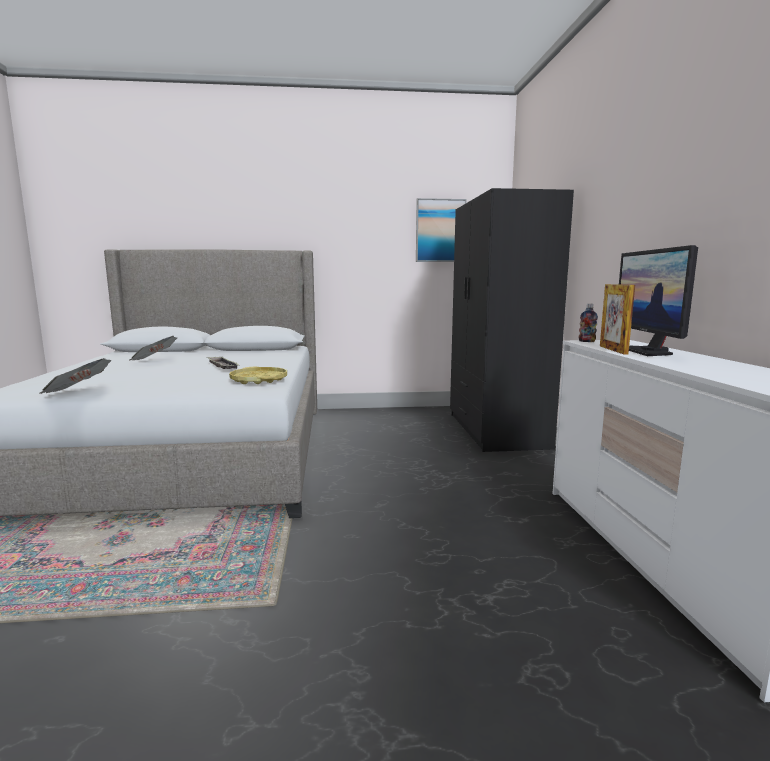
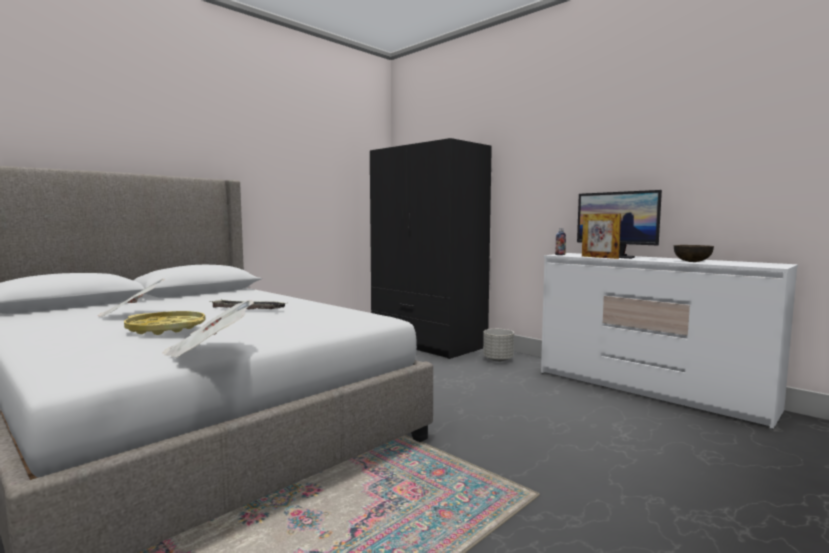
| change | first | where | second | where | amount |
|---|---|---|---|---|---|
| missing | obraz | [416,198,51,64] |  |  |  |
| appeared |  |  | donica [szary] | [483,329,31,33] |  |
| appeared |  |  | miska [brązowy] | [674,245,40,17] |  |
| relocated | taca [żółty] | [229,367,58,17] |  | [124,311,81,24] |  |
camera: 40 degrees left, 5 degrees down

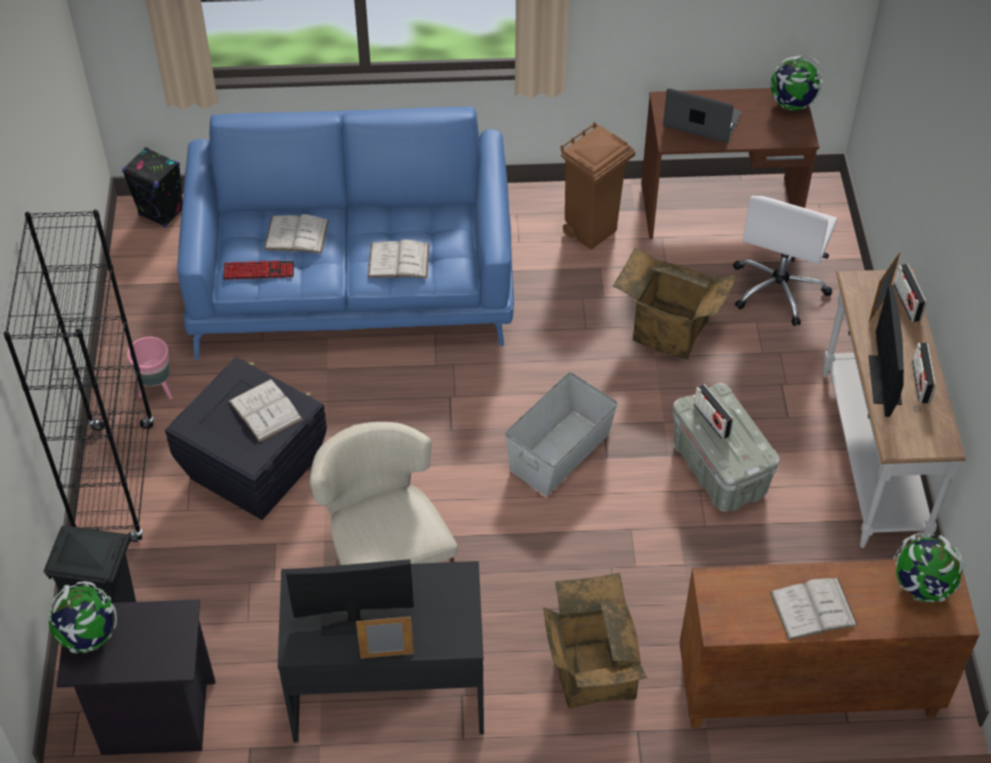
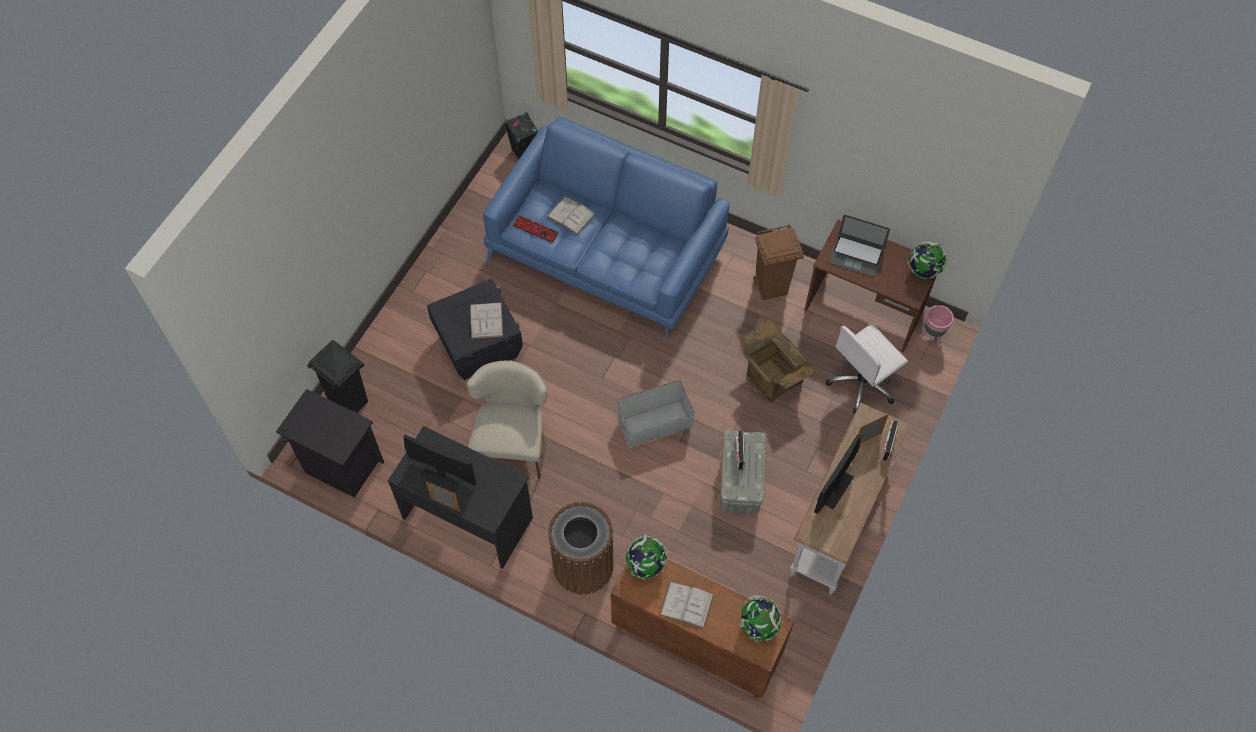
| change | first | where | second | where | amount |
|---|---|---|---|---|---|
| missing | regał [czarny] | [3,210,151,332] |  |  |  |
| missing | książka [biały] | [368,239,61,39] |  |  |  |
| missing | radio | [912,342,24,61] |  |  |  |
| relocated | globus | [49,581,68,72] |  | [626,534,41,45] |  |
| relocated | donica [różowy] | [127,337,46,62] |  | [919,305,35,42] |  |
| exchanged | karton | [544,573,103,135] | kosz na śmieci [brązowy] | [548,502,66,92] |  |
| spun | laptop | [663,88,78,55] |  | [829,215,61,62] | 150 degrees clockwise |
camera: 30 degrees right, 10 degrees up

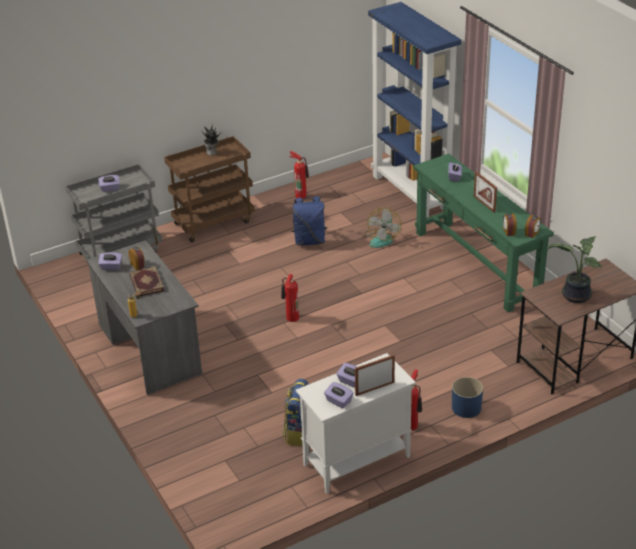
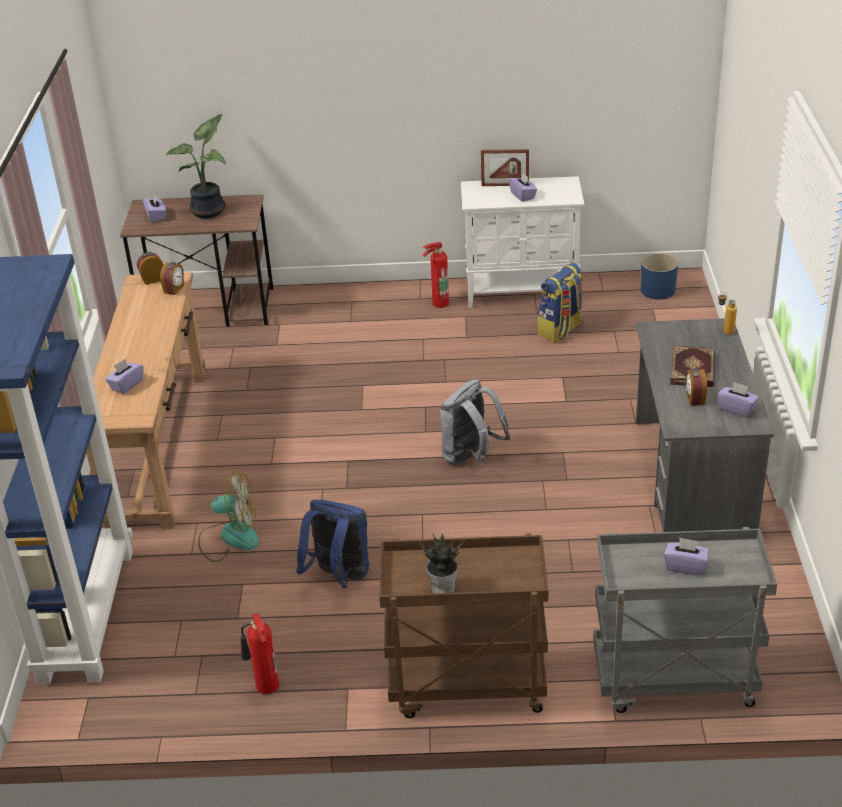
| change | first | where | second | where | amount |
|---|---|---|---|---|---|
| missing | ramka na zdjęcie | [474,172,23,41] |  |  |  |
| relocated | pudełko chusteczek [fioletowy] | [324,382,29,26] |  | [143,195,23,27] |  |
| relocated | donica [niebieski] | [452,377,31,41] |  | [640,253,38,46] |  |
| exchanged | gaśnica | [281,274,18,48] | plecak [szary] | [440,379,71,86] |  |
| colour | stolik konsolowy [zielony] | [413,154,141,159] | stolik konsolowy [brązowy] | [86,272,120,257] |  |
| spun | wentylator | [365,208,37,40] |  | [198,471,61,91] | 45 degrees clockwise |
camera: 150 degrees left, 0 degrees up

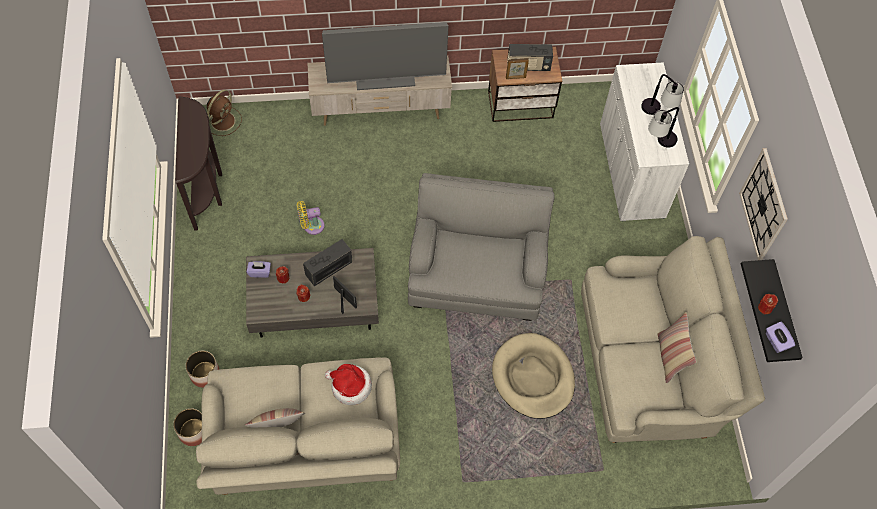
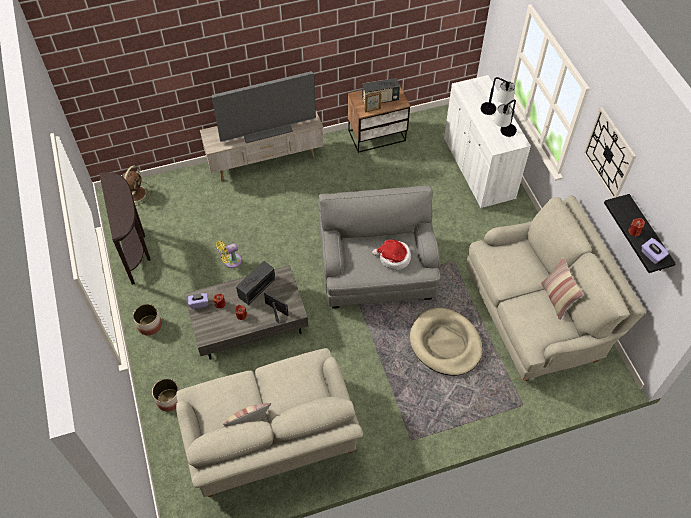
| change | first | where | second | where | amount |
|---|---|---|---|---|---|
| relocated | donica | [173,408,29,38] |  | [133,304,29,31] |  |
| relocated | kapelusz | [325,364,47,41] |  | [372,239,39,31] |  |
camera: 10 degrees left, 5 degrees down

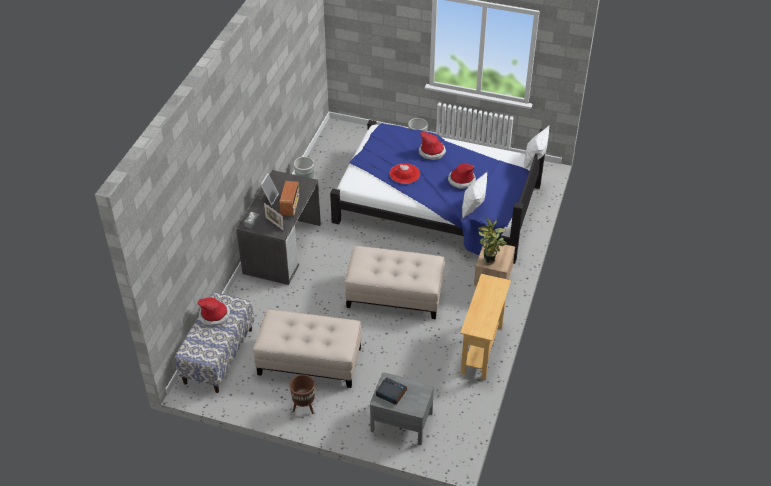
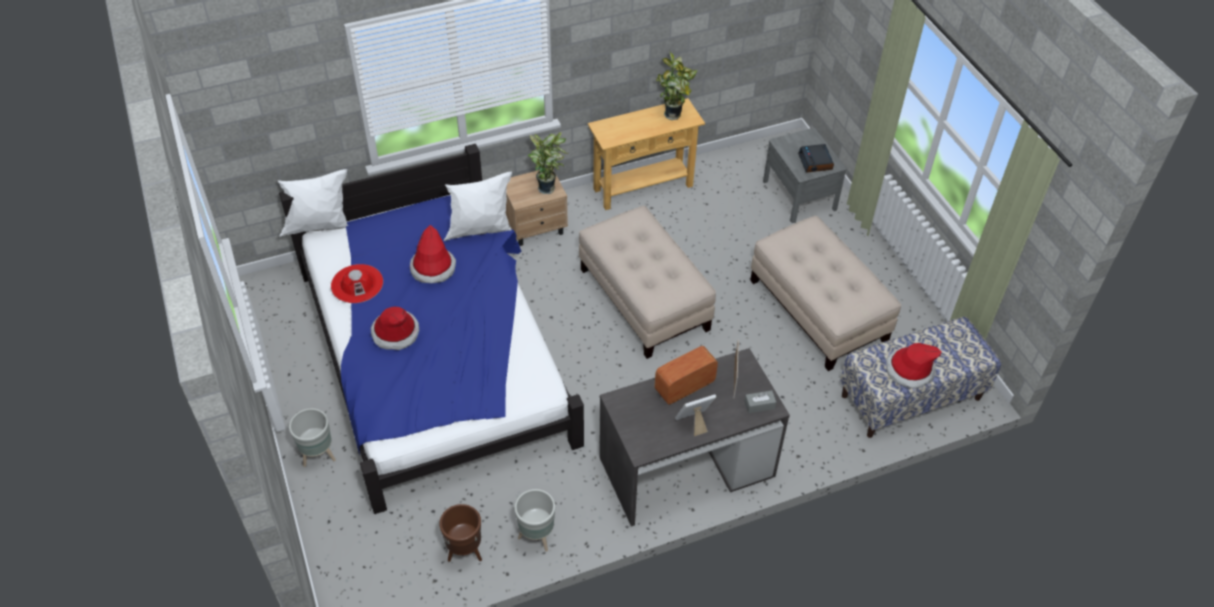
| change | first | where | second | where | amount |
|---|---|---|---|---|---|
| appeared |  |  | roślina doniczkowa | [656,52,41,68] |  |
| relocated | donica [brązowy] | [289,375,26,39] |  | [439,504,43,58] |  |
| relocated | kapelusz [czerwony] | [390,164,30,20] |  | [331,264,52,39] |  |
camera: 130 degrees left, 5 degrees up

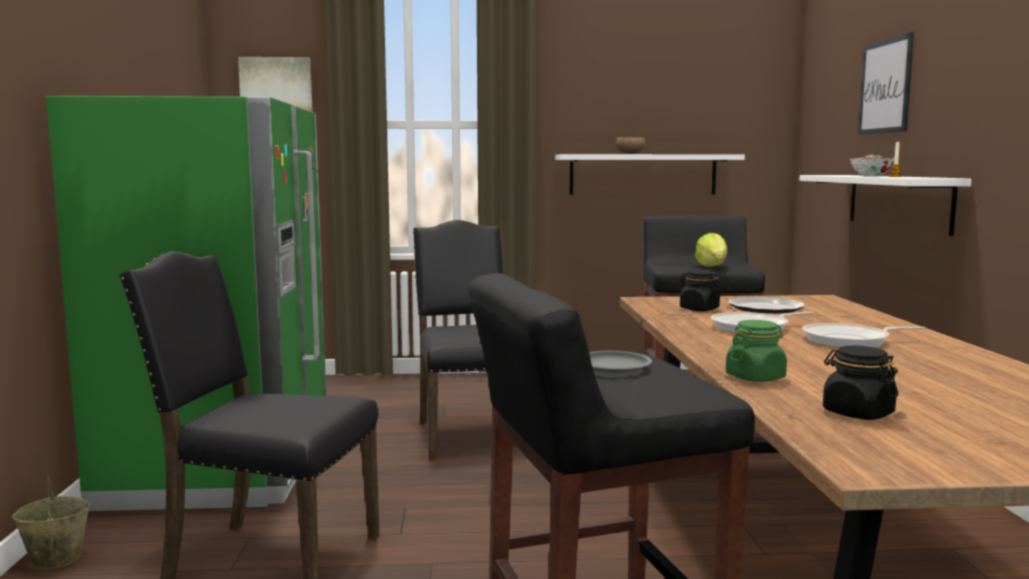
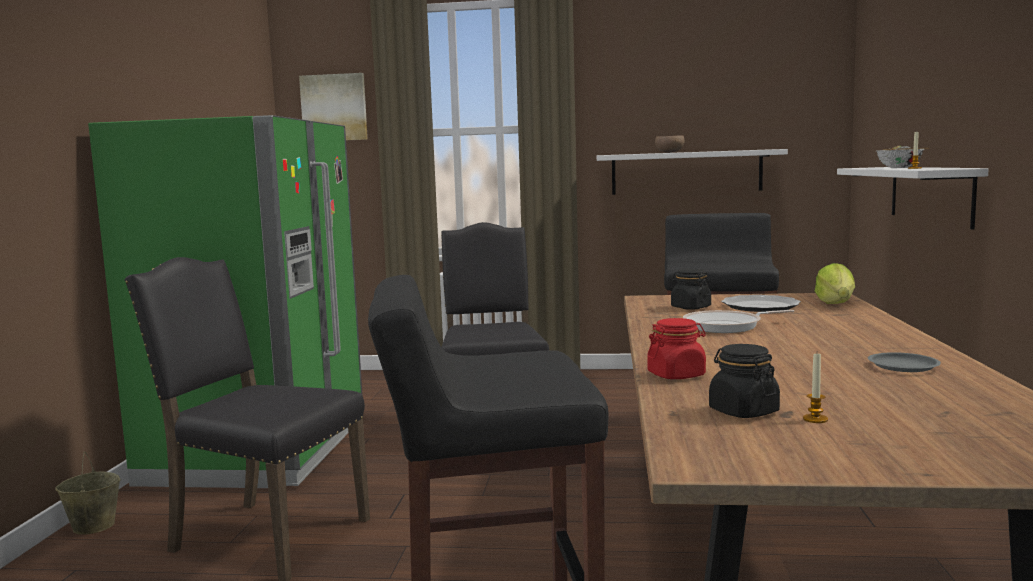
| change | first | where | second | where | amount |
|---|---|---|---|---|---|
| missing | patelnia | [802,323,124,25] |  |  |  |
| missing | obraz | [858,32,56,103] |  |  |  |
| appeared |  |  | świeca | [803,354,25,69] |  |
| relocated | talerz [szary] | [589,351,63,22] |  | [868,352,73,20] |  |
| relocated | sałata | [695,233,33,34] |  | [815,263,40,41] |  |
| colour | słoik [zielony] | [726,320,61,62] | słoik [czerwony] | [647,318,59,61] |  |
camera: 10 degrees right, 0 degrees up

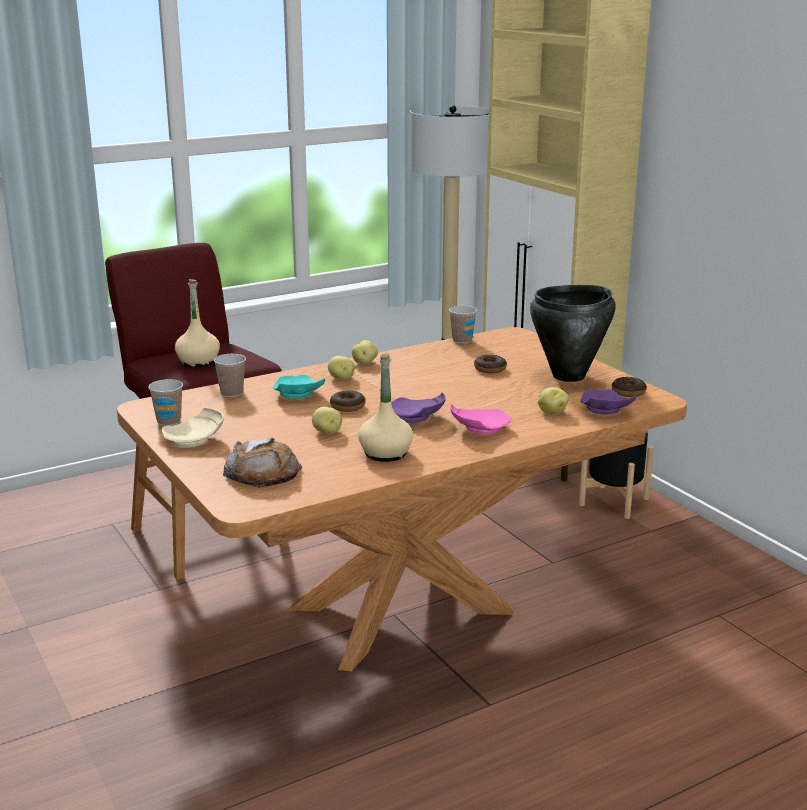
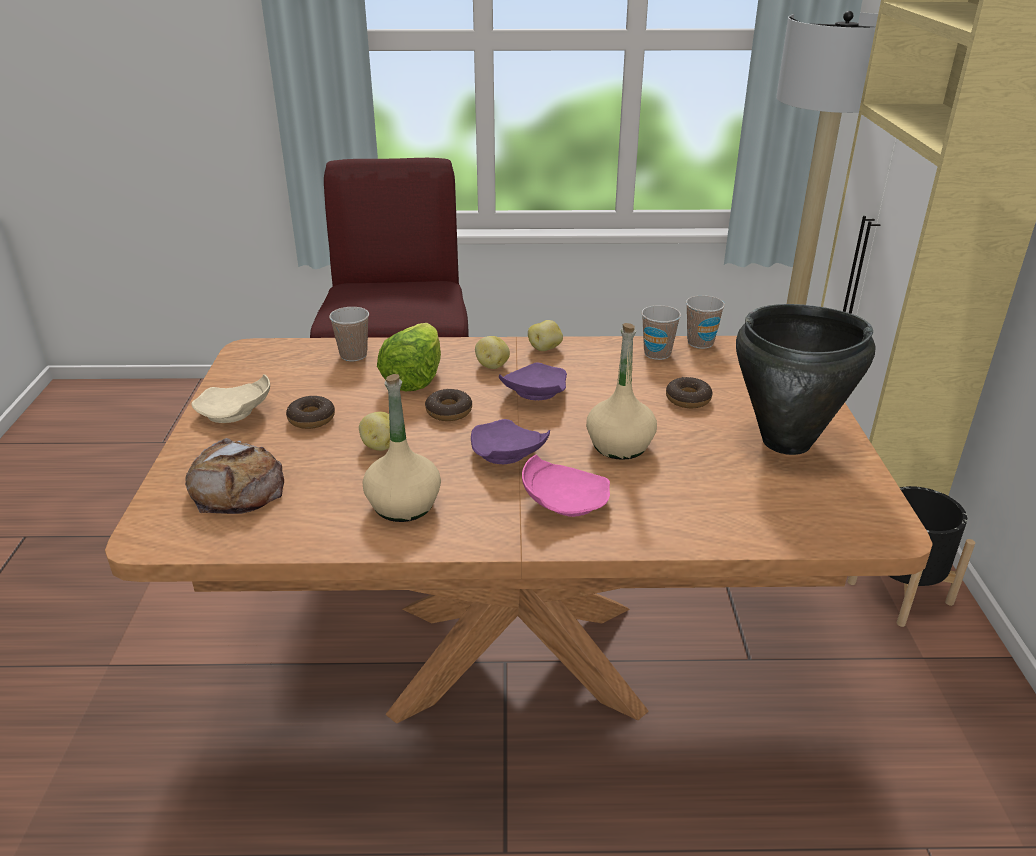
| change | first | where | second | where | amount |
|---|---|---|---|---|---|
| missing | ziemniak | [538,387,31,26] |  |  |  |
| relocated | filiżanka | [148,379,35,47] |  | [641,305,40,55] |  |
| relocated | butelka [beżowy] | [175,279,45,88] |  | [586,323,71,137] |  |
| relocated | talerz [fioletowy] | [581,389,56,25] |  | [499,363,68,37] |  |
| relocated | donut | [612,377,35,20] |  | [286,396,49,33] |  |
| exchanged | talerz [turkusowy] | [273,375,52,24] | sałata | [377,323,64,68] |  |
camera: 30 degrees right, 10 degrees up

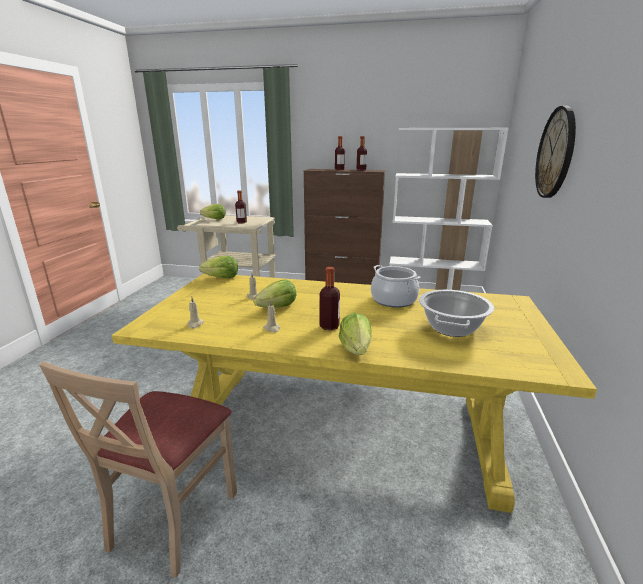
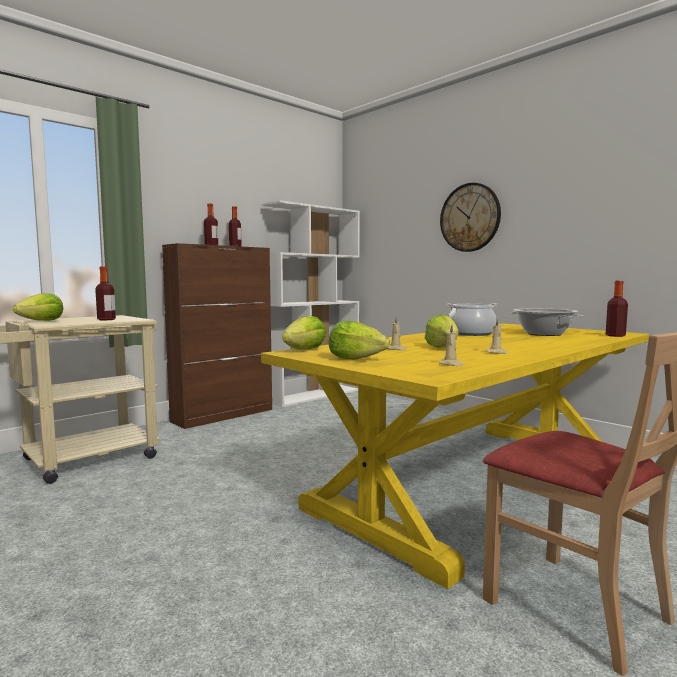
| change | first | where | second | where | amount |
|---|---|---|---|---|---|
| relocated | butelka | [320,267,20,63] |  | [606,281,22,56] |  |
| relocated | sałata | [339,313,33,42] |  | [329,321,60,39] |  |
camera: 55 degrees left, 15 degrees down

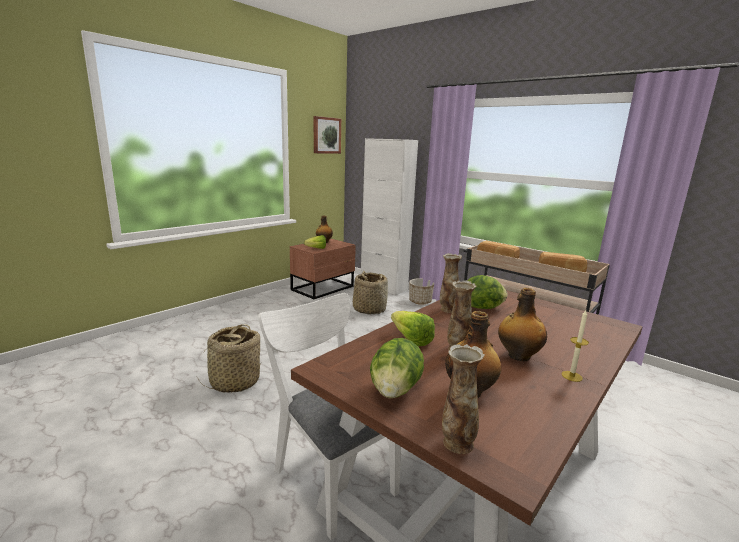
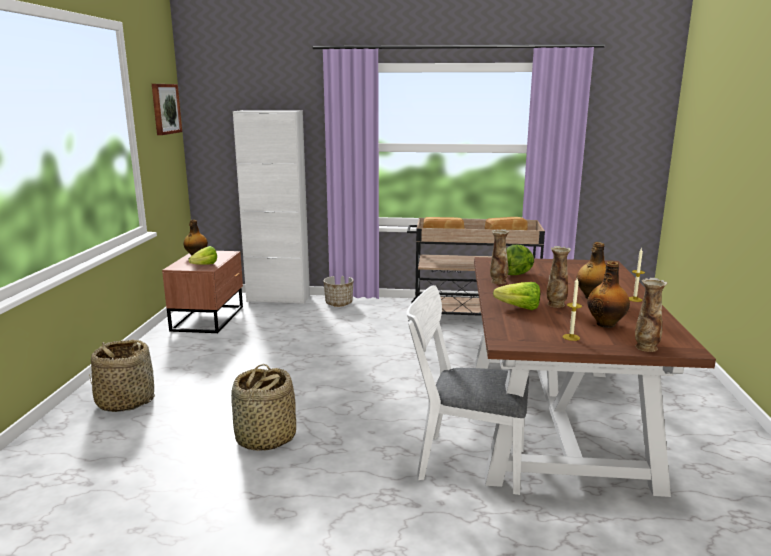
| change | first | where | second | where | amount |
|---|---|---|---|---|---|
| relocated | koszyk | [353,271,35,44] |  | [89,340,66,72] |  |
| exchanged | sałata | [370,338,54,60] | świeca | [563,279,19,62] |  |
camera: 35 degrees left, 0 degrees up

